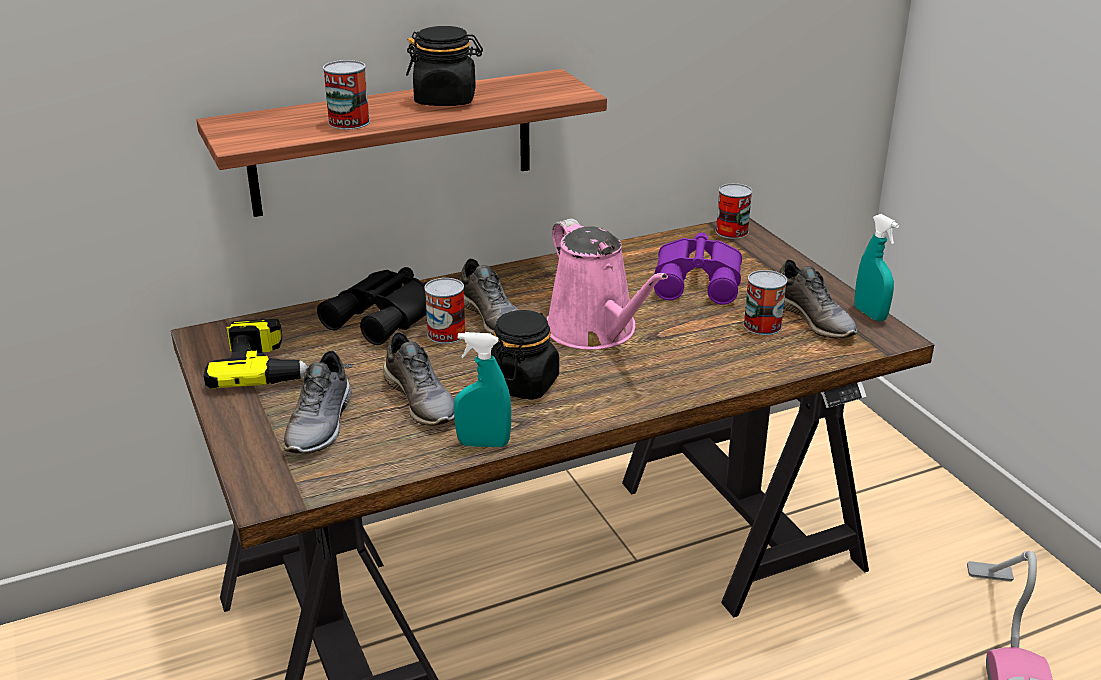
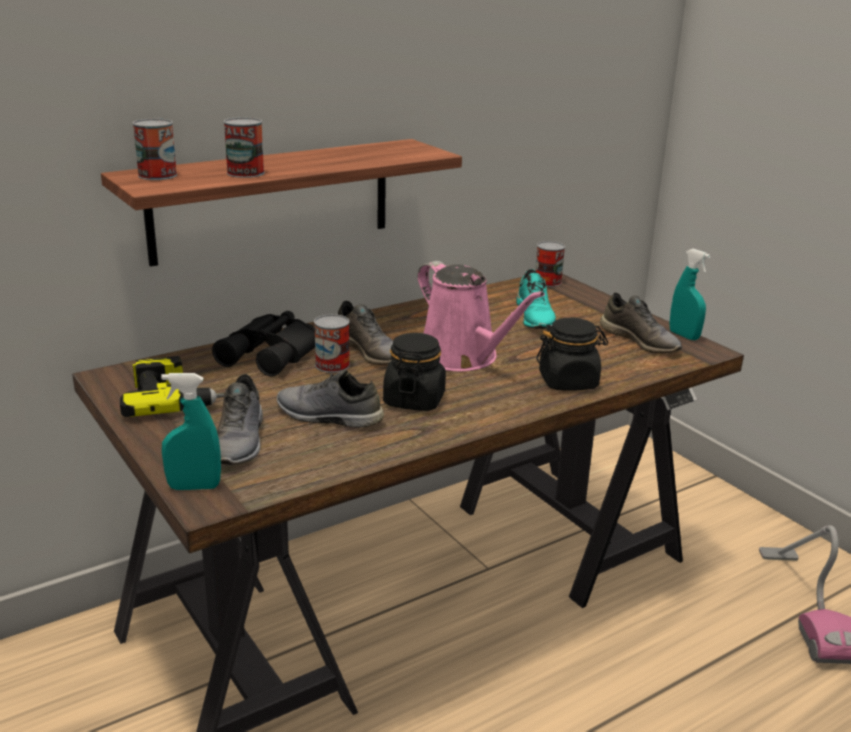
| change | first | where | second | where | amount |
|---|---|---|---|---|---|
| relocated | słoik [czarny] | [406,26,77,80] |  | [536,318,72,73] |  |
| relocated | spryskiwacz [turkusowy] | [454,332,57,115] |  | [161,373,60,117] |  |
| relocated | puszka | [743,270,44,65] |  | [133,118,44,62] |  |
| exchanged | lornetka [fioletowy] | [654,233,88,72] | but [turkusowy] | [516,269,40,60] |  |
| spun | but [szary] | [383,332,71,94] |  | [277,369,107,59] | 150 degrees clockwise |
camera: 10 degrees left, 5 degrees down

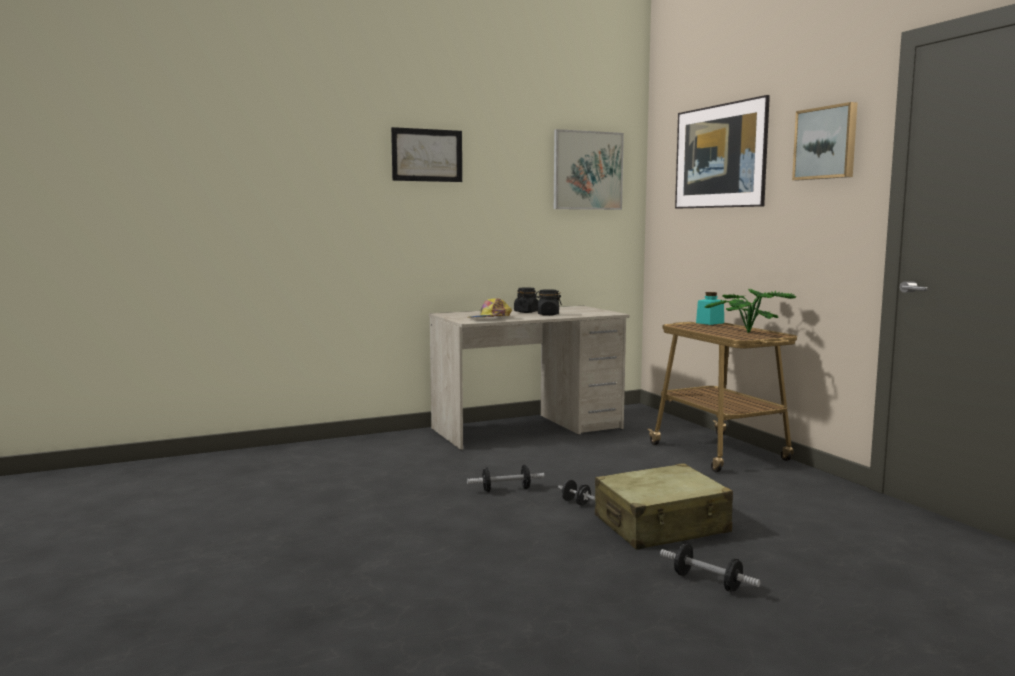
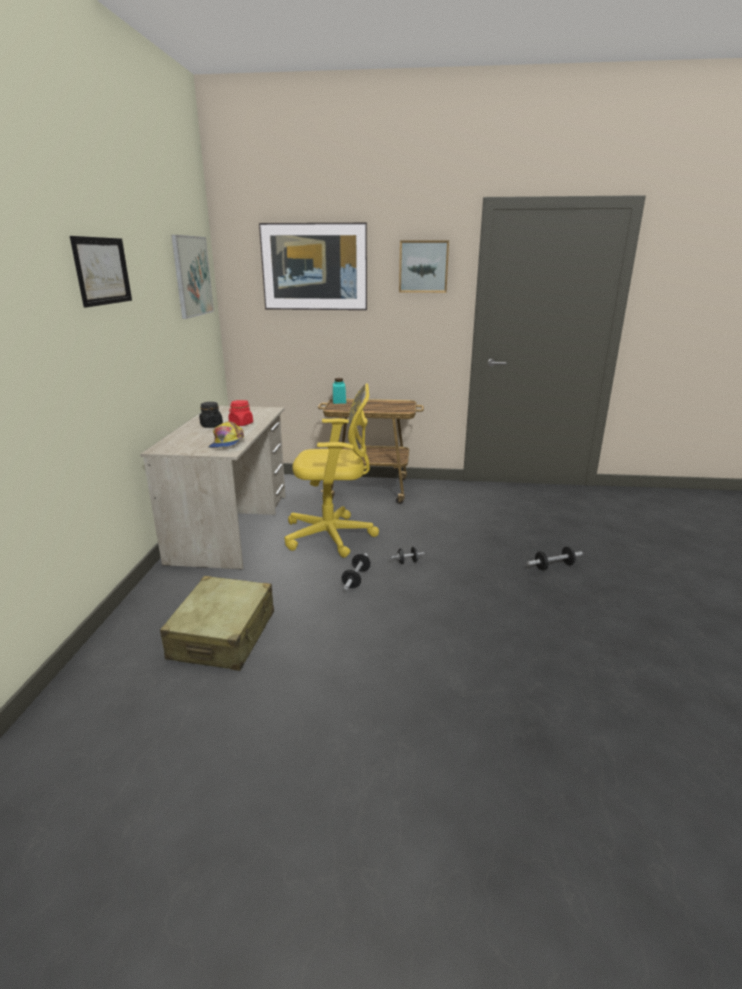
| change | first | where | second | where | amount |
|---|---|---|---|---|---|
| missing | roślina doniczkowa | [704,288,92,45] |  |  |  |
| appeared |  |  | krzesło biurowe [żółty] | [284,383,95,175] |  |
| relocated | walizka [beżowy] | [595,463,138,87] |  | [160,576,114,95] |  |
| colour | słoik [czarny] | [534,289,28,27] | słoik [czerwony] | [228,400,25,26] |  |
camera: 60 degrees left, 15 degrees up

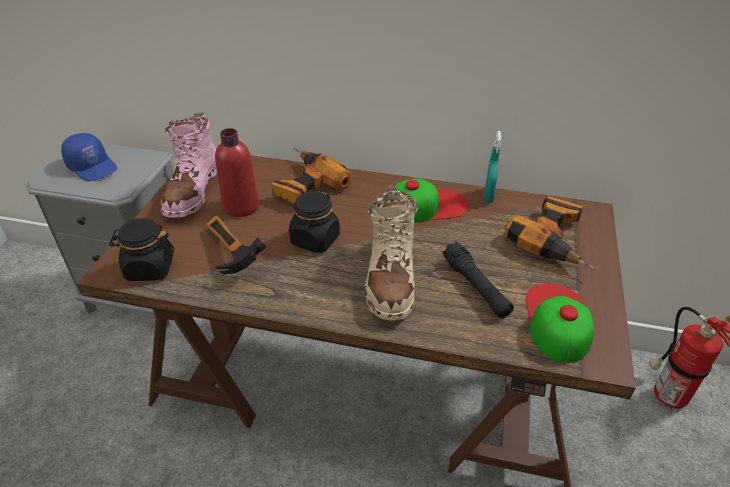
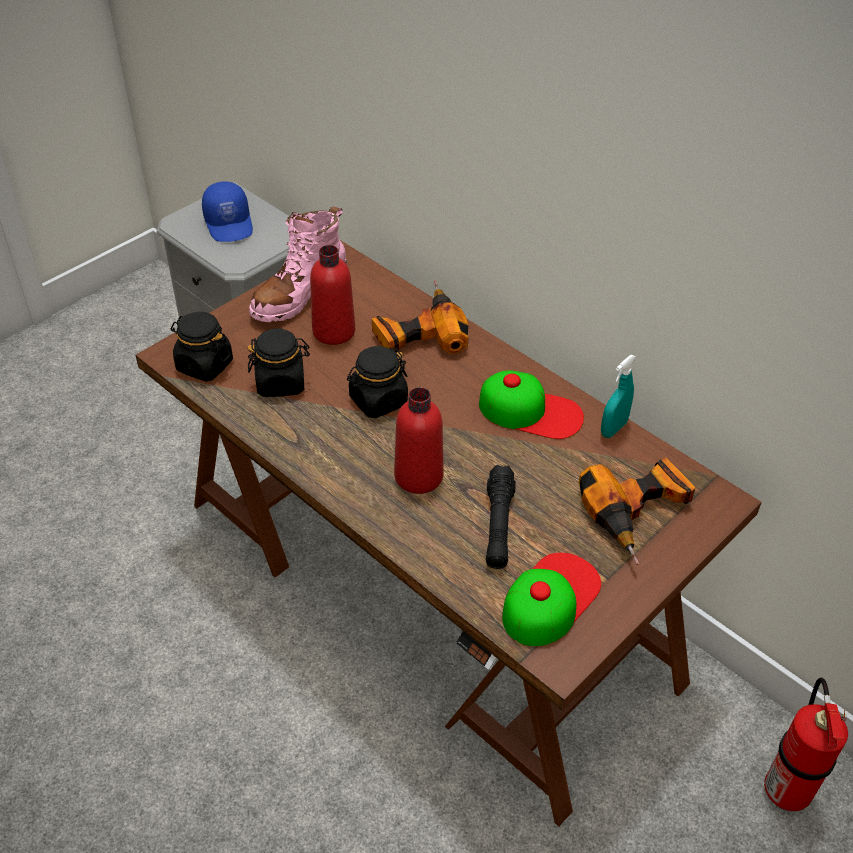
| change | first | where | second | where | amount |
|---|---|---|---|---|---|
| exchanged | młotek | [206,216,60,58] | słoik [czarny] | [247,328,63,69] |  |
| exchanged | but z cholewką [beżowy] | [365,184,53,137] | butelka [czerwony] | [394,387,49,107] |  |
camera: 30 degrees right, 5 degrees up

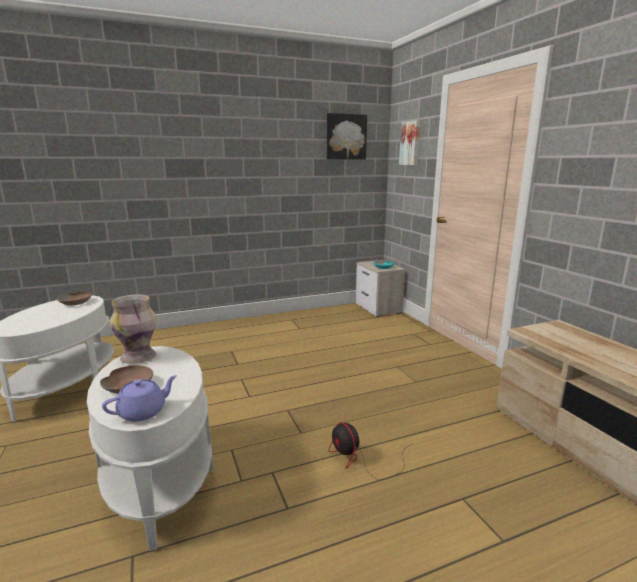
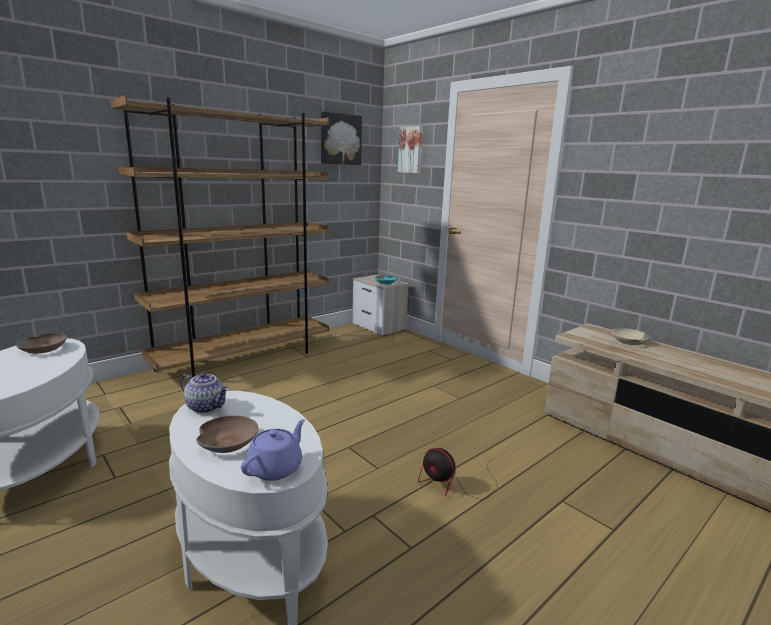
| change | first | where | second | where | amount |
|---|---|---|---|---|---|
| appeared |  |  | regał [brązowy] | [110,95,219,283] |  |
| appeared |  |  | miska [beżowy] | [612,328,39,17] |  |
| exchanged | wazon | [110,295,47,69] | imbryk | [180,372,49,41] |  |
camera: 20 degrees left, 0 degrees up

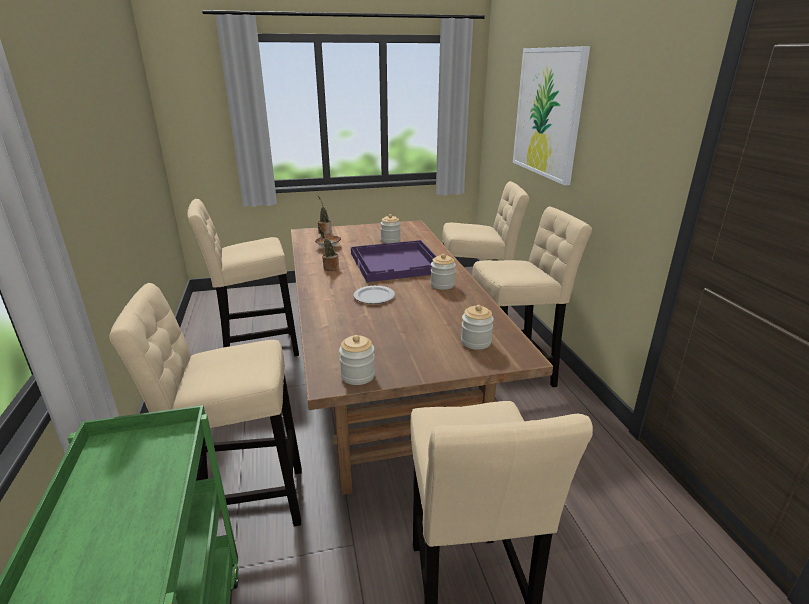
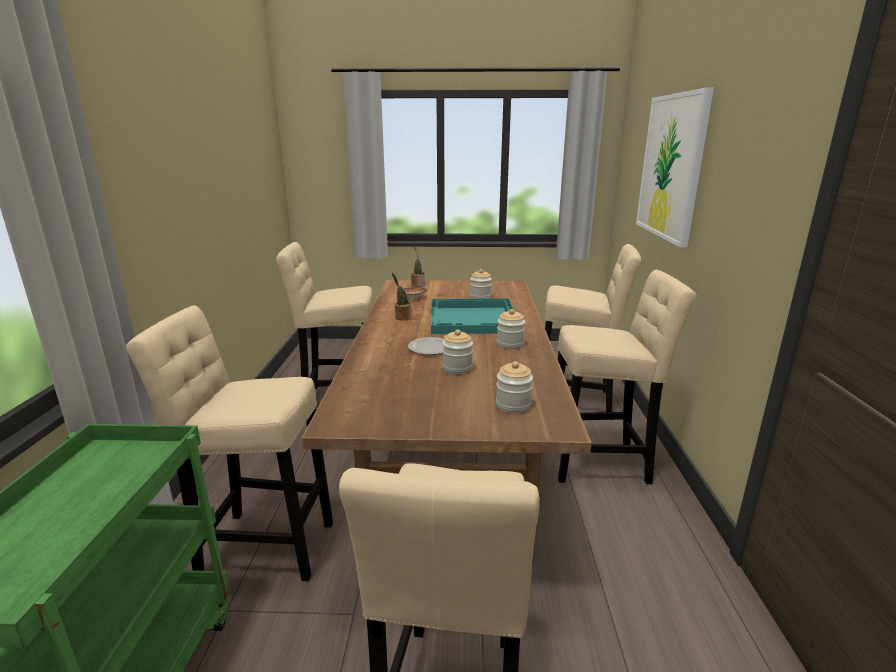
| change | first | where | second | where | amount |
|---|---|---|---|---|---|
| relocated | słoik | [339,335,36,50] |  | [442,330,31,44] |  |
| colour | taca [fioletowy] | [351,240,85,42] | taca [turkusowy] | [431,298,84,36] |  |
camera: 15 degrees right, 5 degrees down

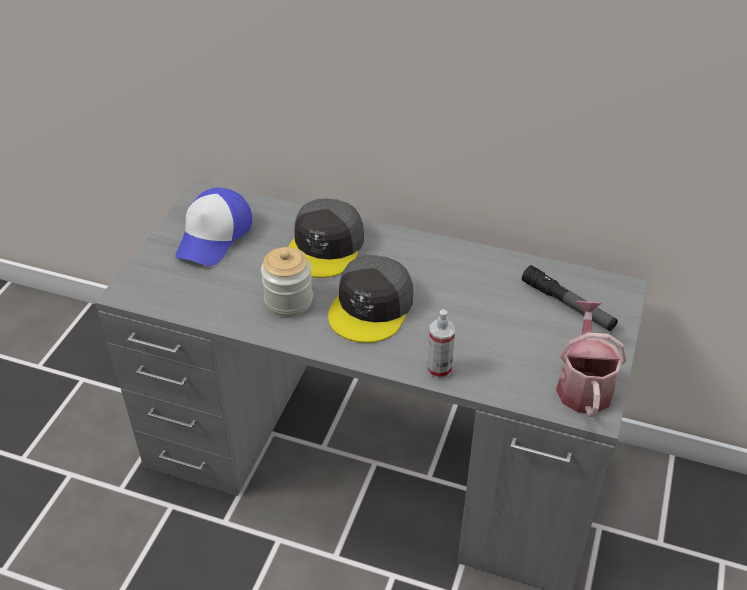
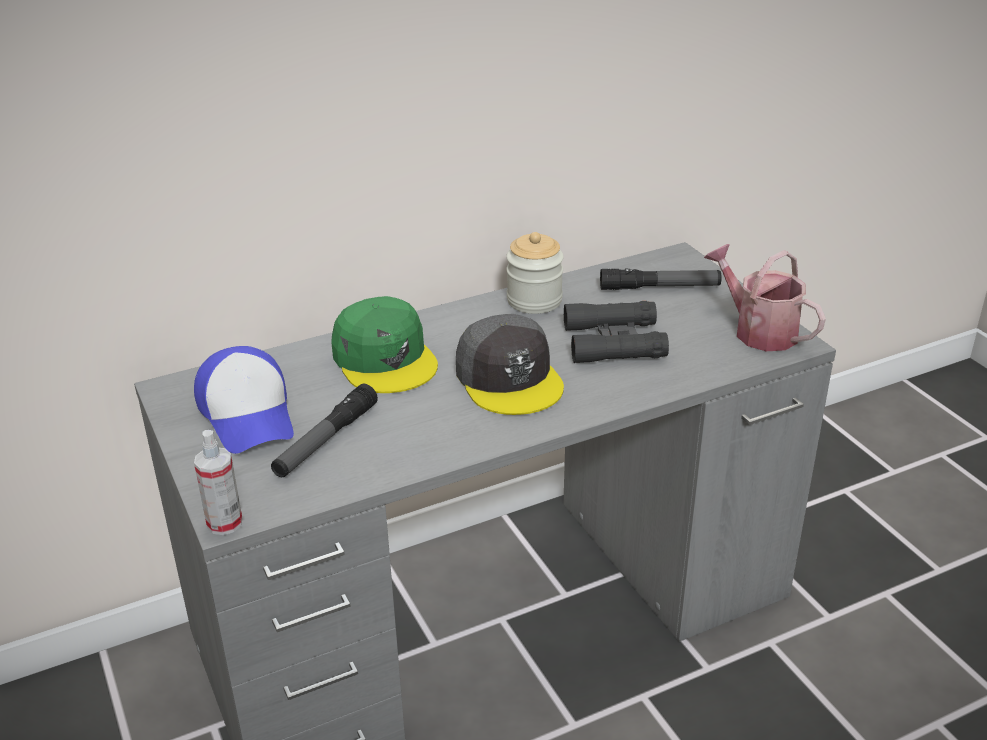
| change | first | where | second | where | amount |
|---|---|---|---|---|---|
| appeared |  |  | latarka | [271,384,107,93] |  |
| appeared |  |  | lornetka [czarny] | [564,301,105,62] |  |
| relocated | słoik | [261,247,52,70] |  | [506,232,58,82] |  |
| relocated | spryskiwacz | [427,309,28,70] |  | [194,430,49,105] |  |
| colour | czapka z daszkiem [szary] | [289,199,75,79] | czapka z daszkiem [zielony] | [331,296,107,97] |  |
camera: 45 degrees left, 10 degrees down

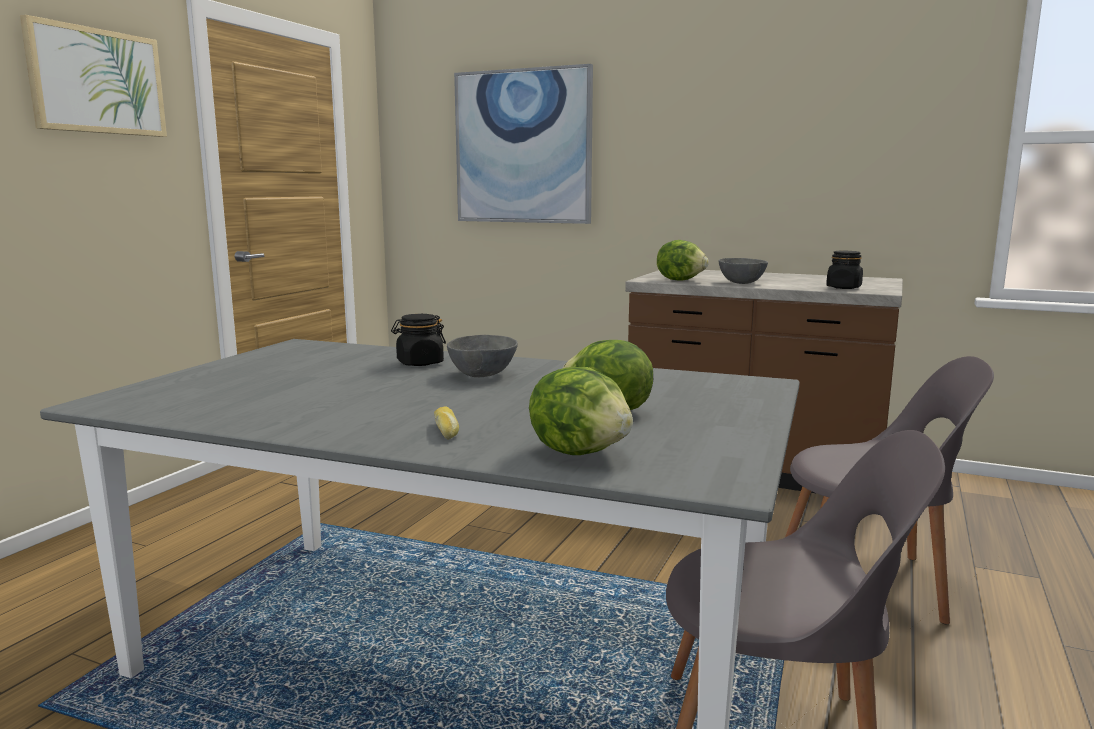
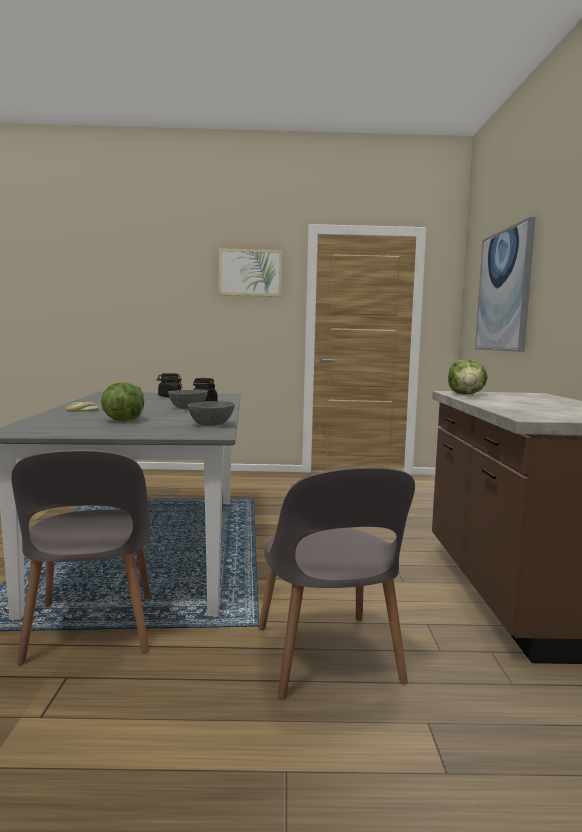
| change | first | where | second | where | amount |
|---|---|---|---|---|---|
| missing | sałata | [529,367,104,88] |  |  |  |
| relocated | miska [szary] | [718,258,50,26] |  | [188,401,47,25] |  |
| relocated | słoik [czarny] | [826,251,37,38] |  | [157,373,26,24] |  |
camera: 65 degrees right, 5 degrees down

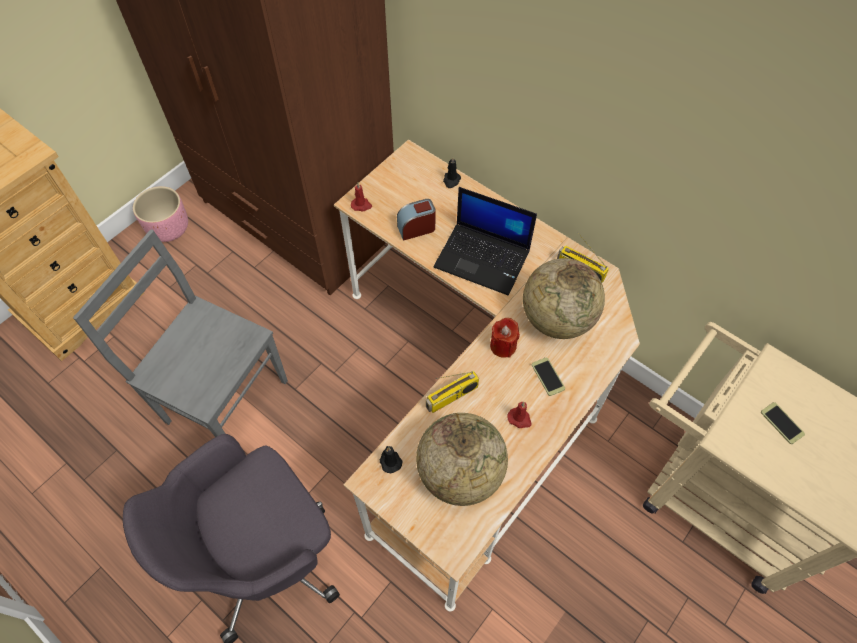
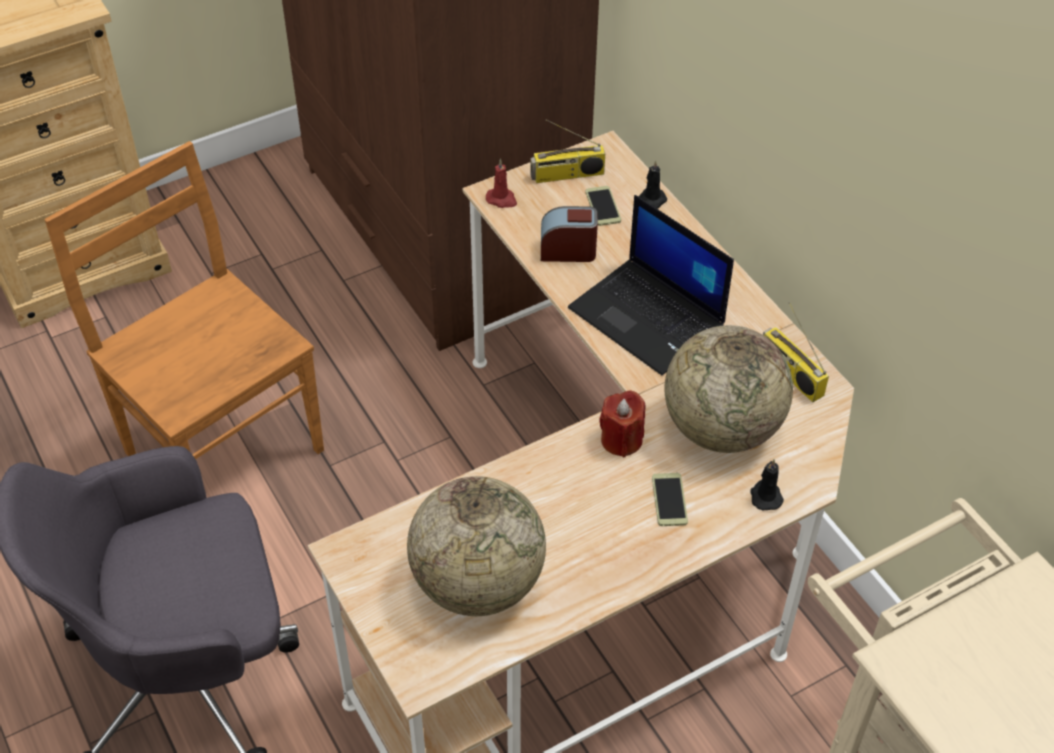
| change | first | where | second | where | amount |
|---|---|---|---|---|---|
| missing | donica [różowy] | [133,186,55,56] |  |  |  |
| missing | świeca [czerwony] | [507,402,25,26] |  |  |  |
| relocated | świeca [czarny] | [379,446,23,27] |  | [750,459,34,51] |  |
| relocated | radio | [426,370,53,43] |  | [530,119,75,64] |  |
| relocated | telefon | [761,402,44,42] |  | [586,186,35,40] |  |
| colour | krzesło [szary] | [73,229,215,208] | krzesło [brązowy] | [45,141,279,318] |  |
camera: 20 degrees right, 10 degrees down

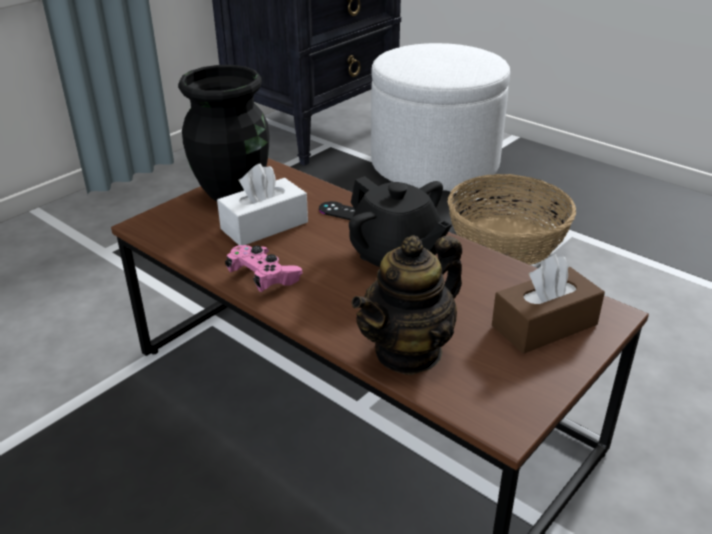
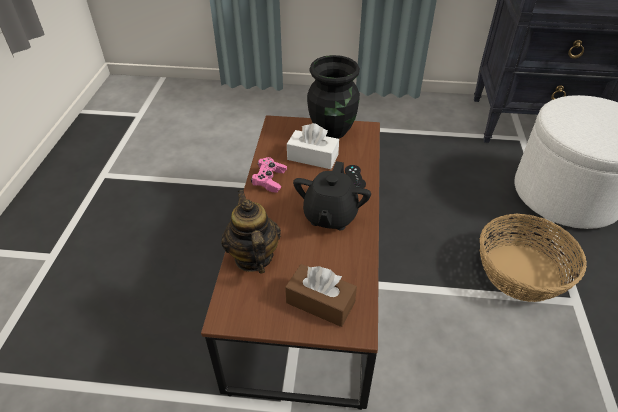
| change | first | where | second | where | amount |
|---|---|---|---|---|---|
| spun | imbryk | [351,235,111,140] |  | [221,190,60,84] | 60 degrees clockwise |
camera: 55 degrees right, 10 degrees up

